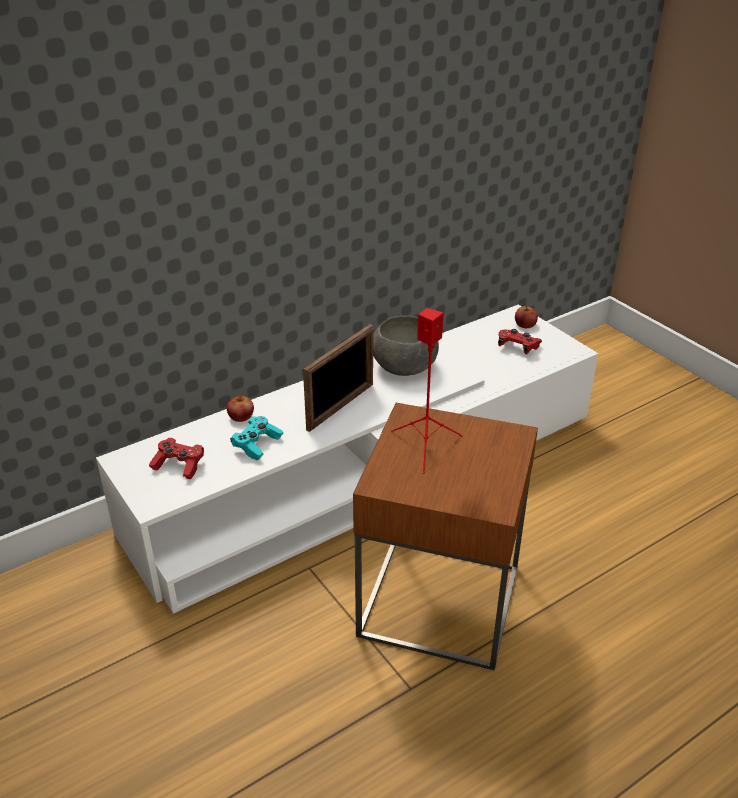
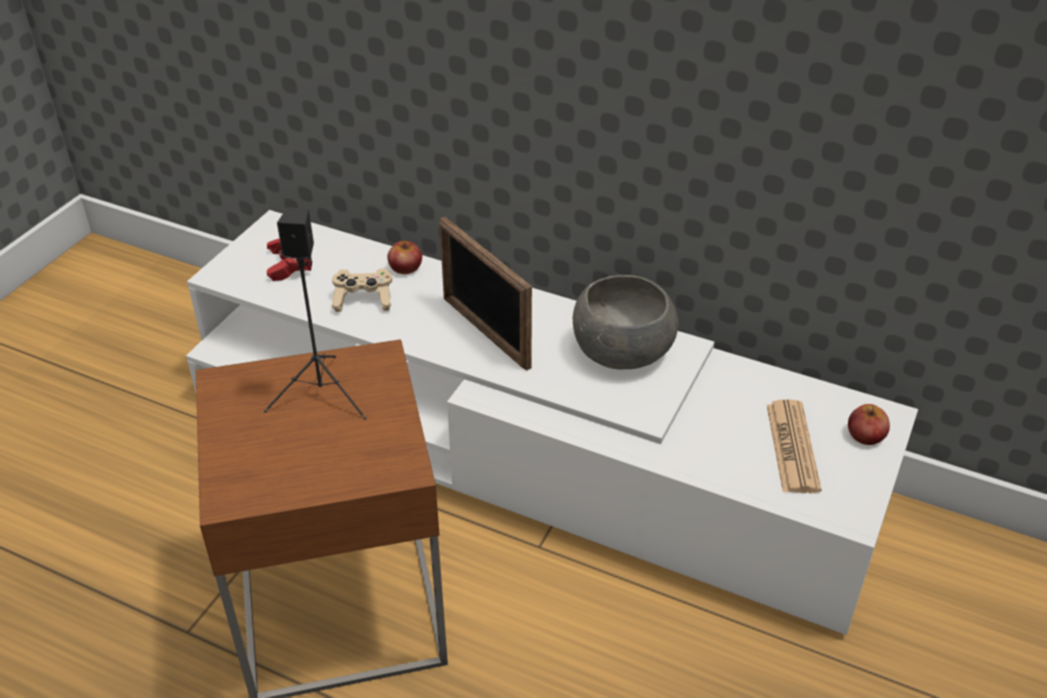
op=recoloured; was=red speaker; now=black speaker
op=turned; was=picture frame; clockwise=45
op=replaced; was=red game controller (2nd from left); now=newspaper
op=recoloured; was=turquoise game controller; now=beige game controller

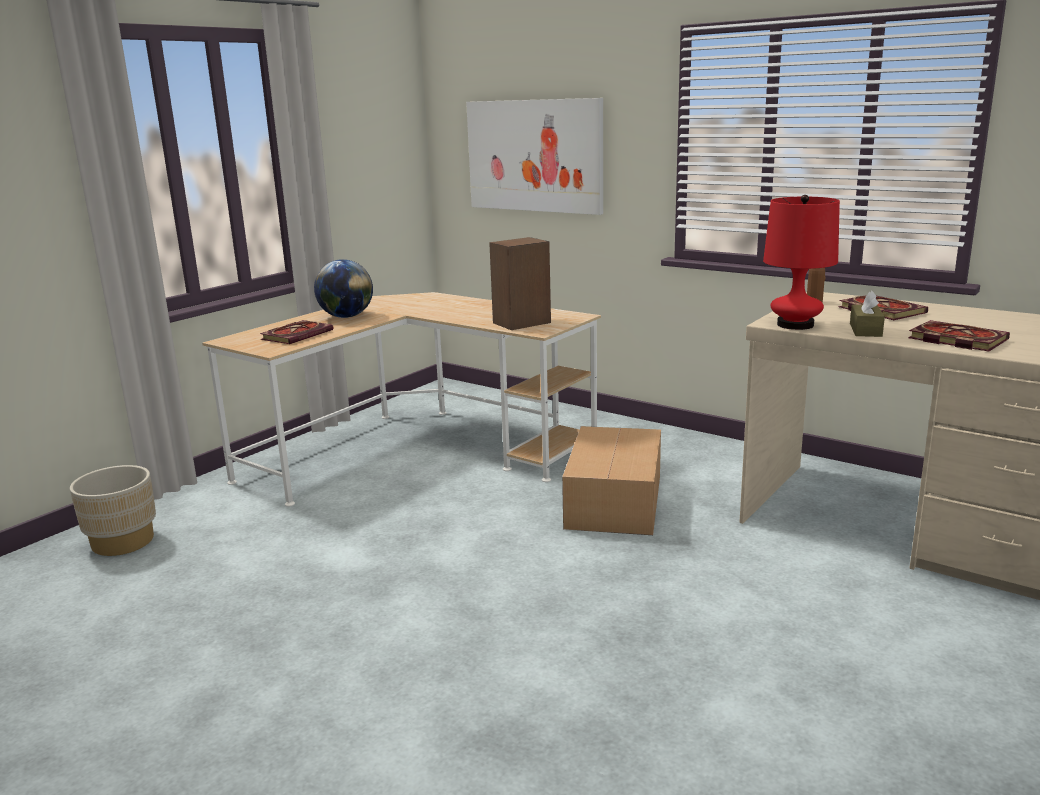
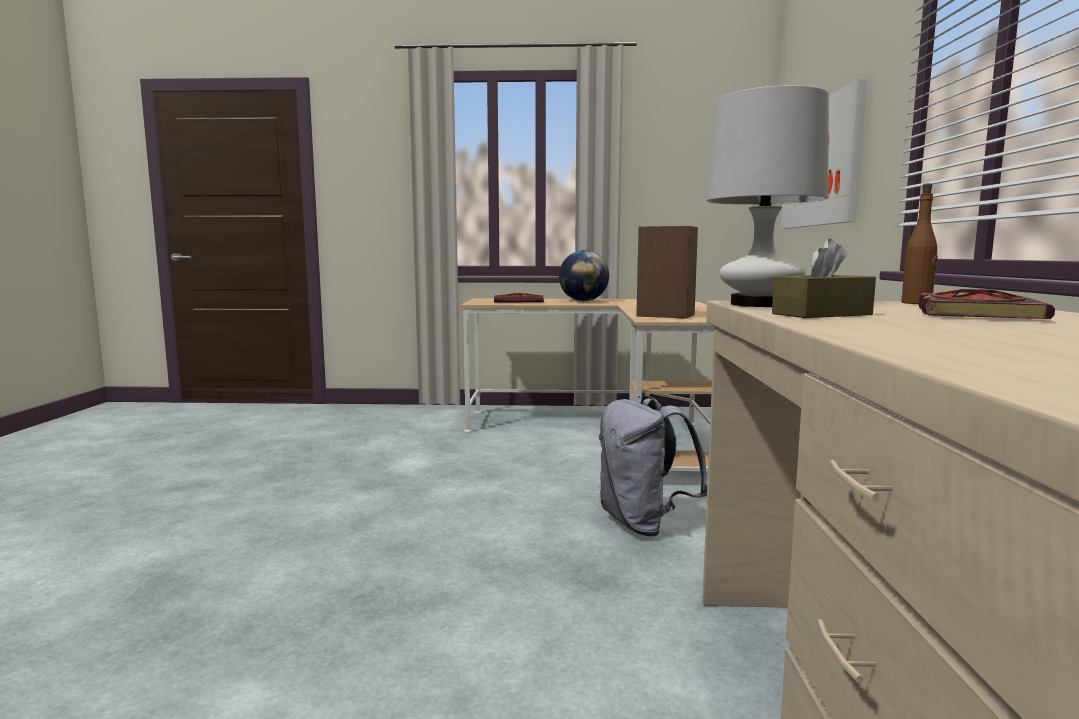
op=recoloured; was=red table lamp; now=white table lamp
op=removed; was=book (3rd from left)
op=replaced; was=cardboard box; now=grey backpack
op=removed; was=beige planter

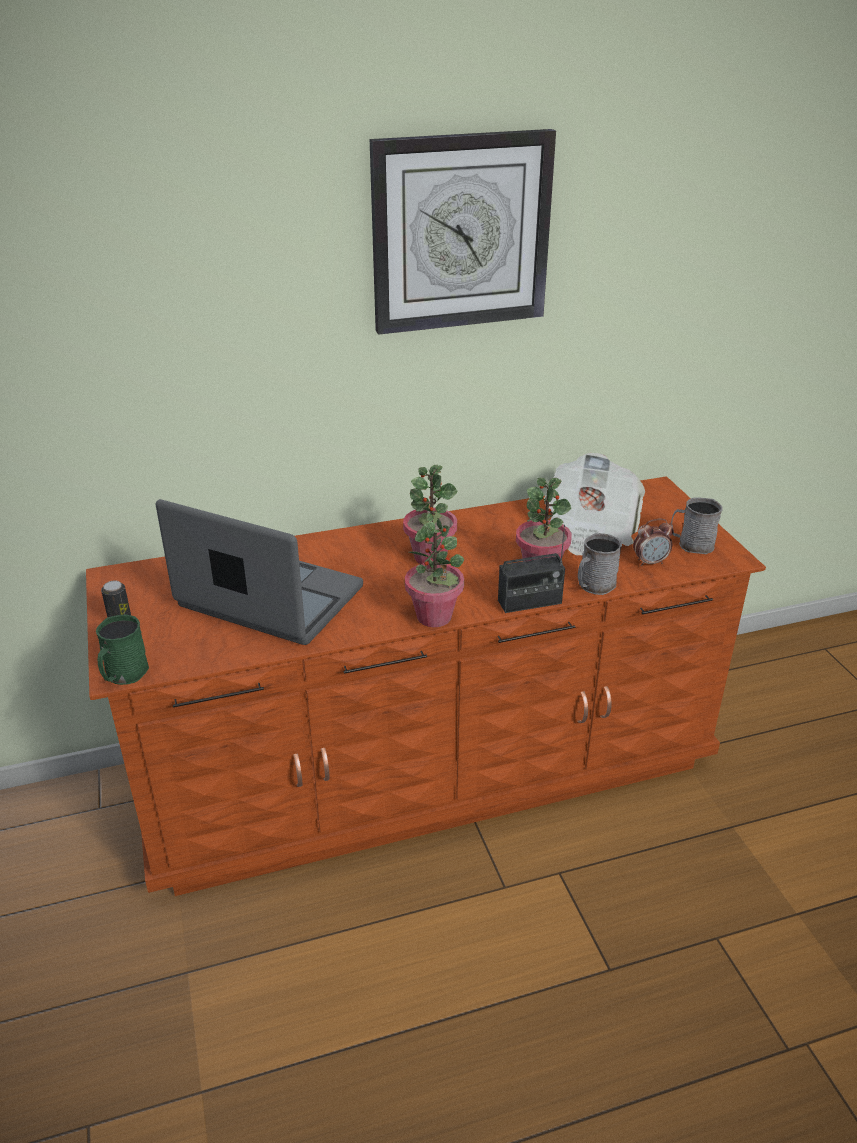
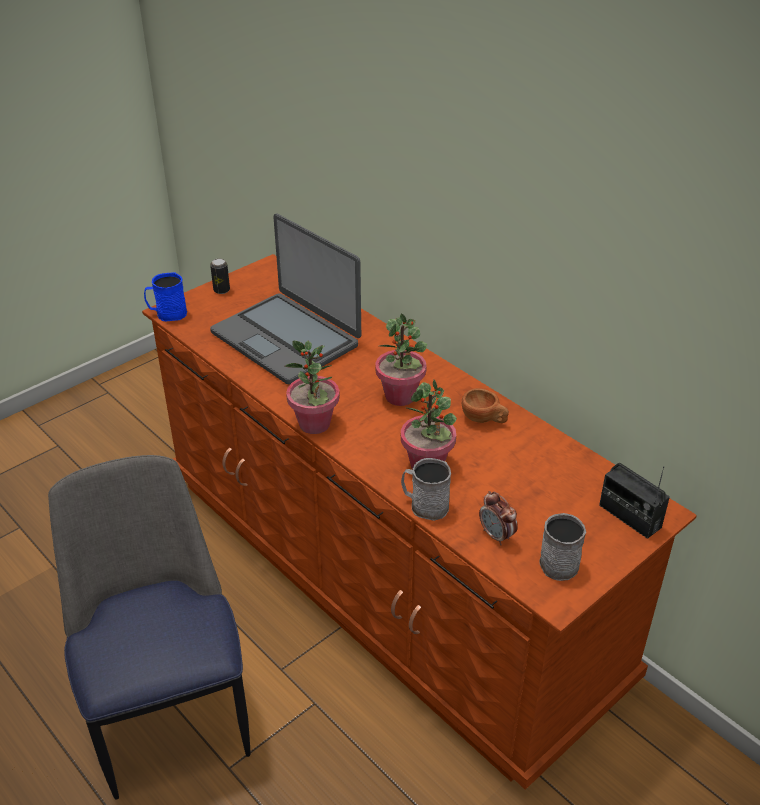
op=removed; was=wall clock
op=removed; was=newspaper
op=turned; was=laptop; clockwise=135
op=moved; was=radio
op=recoloured; was=green mug; now=blue mug
op=added; now=brown cup
op=added; now=chair

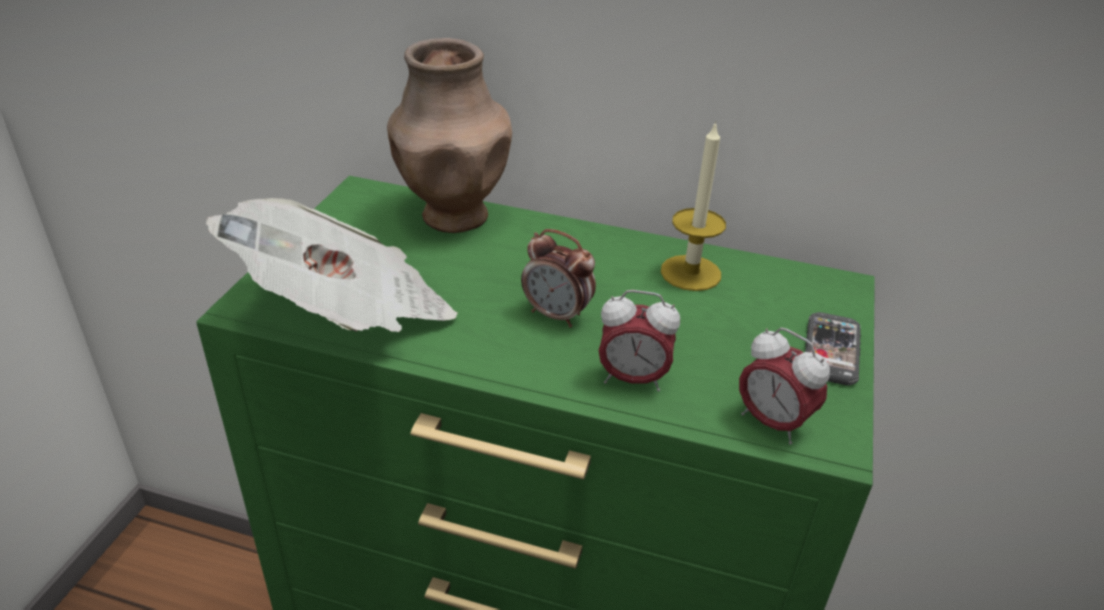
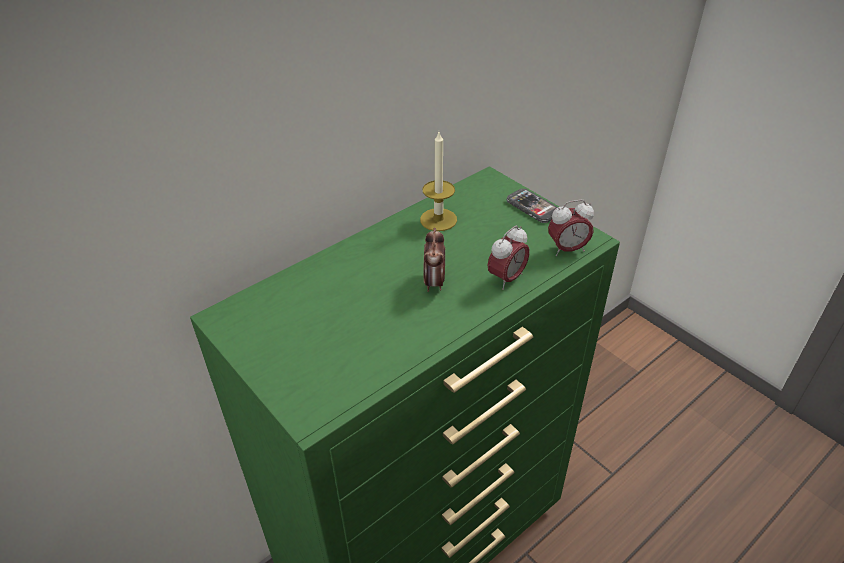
op=removed; was=brown vase
op=removed; was=newspaper
op=turned; was=alarm clock (1st from left); clockwise=120

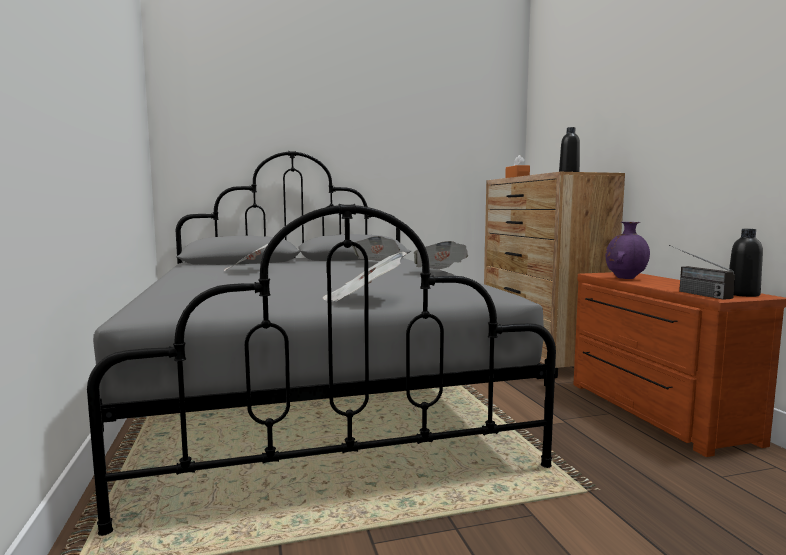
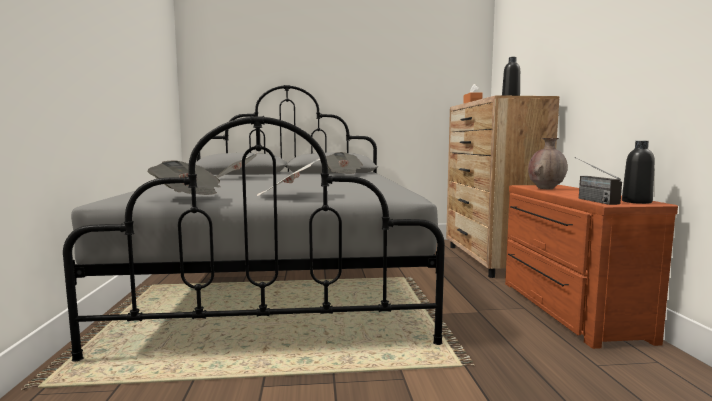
op=recoloured; was=purple vase; now=brown vase
op=moved; was=newspaper (4th from left in the first image); now=newspaper (1st from left)

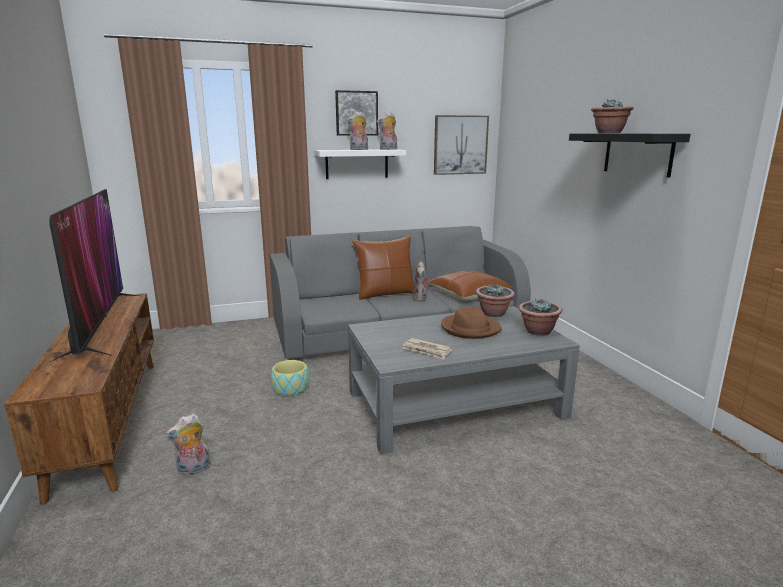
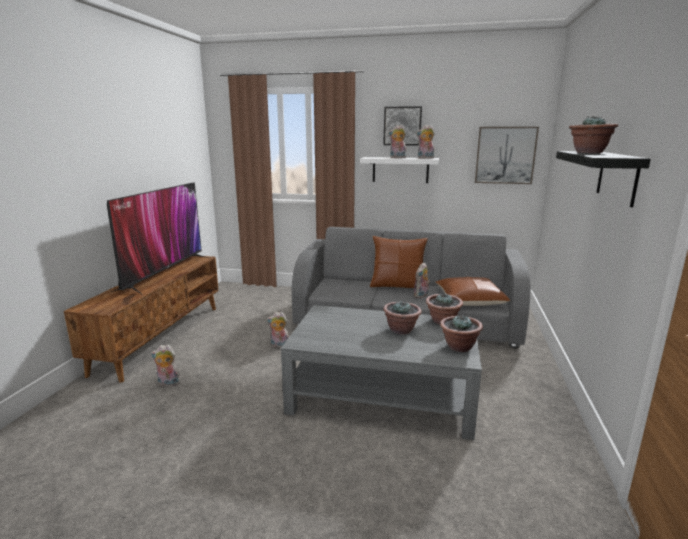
op=replaced; was=brown hat; now=potted plant (1st from left)
op=removed; was=newspaper
op=replaced; was=bowl; now=plush toy (2nd from left)

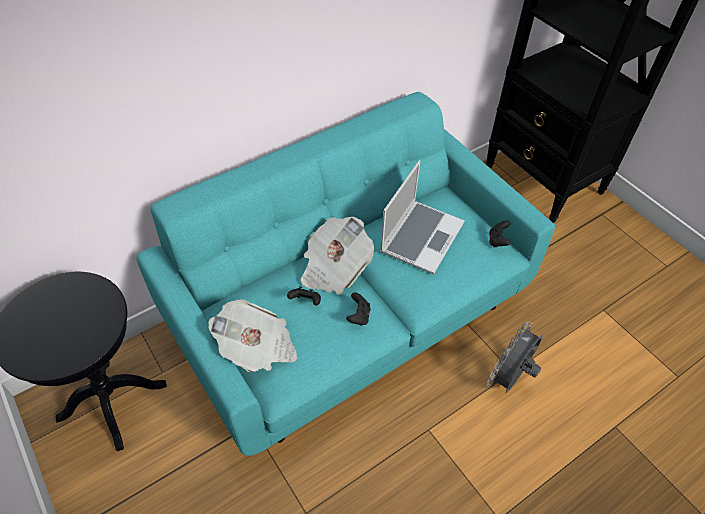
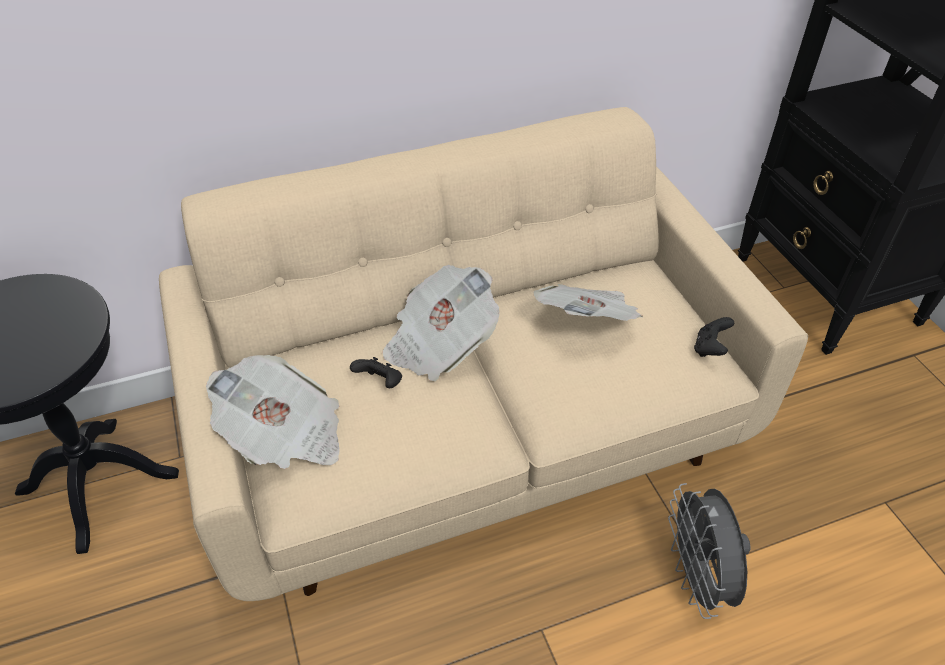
op=recoloured; was=turquoise sofa; now=beige sofa
op=replaced; was=laptop; now=newspaper (3rd from left)
op=removed; was=black game controller (2nd from left)
op=turned; was=grey fan; clockwise=-60

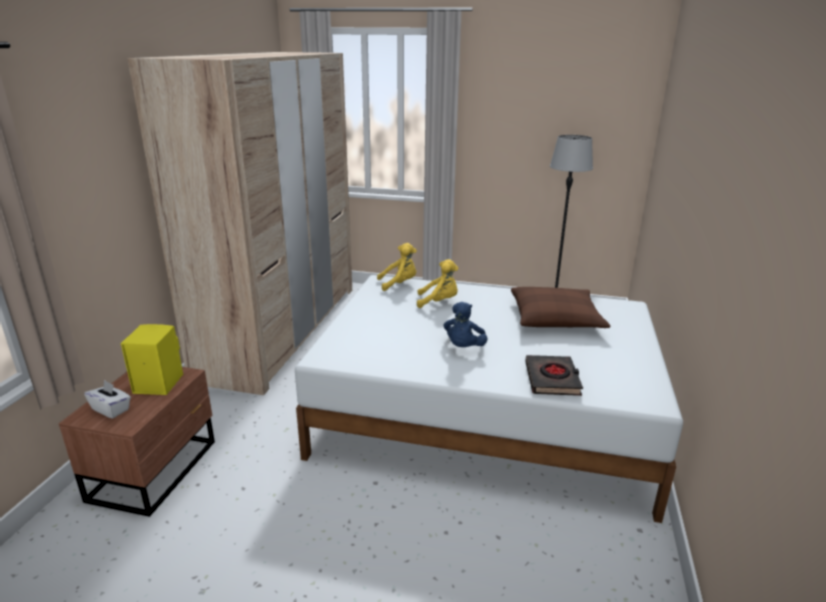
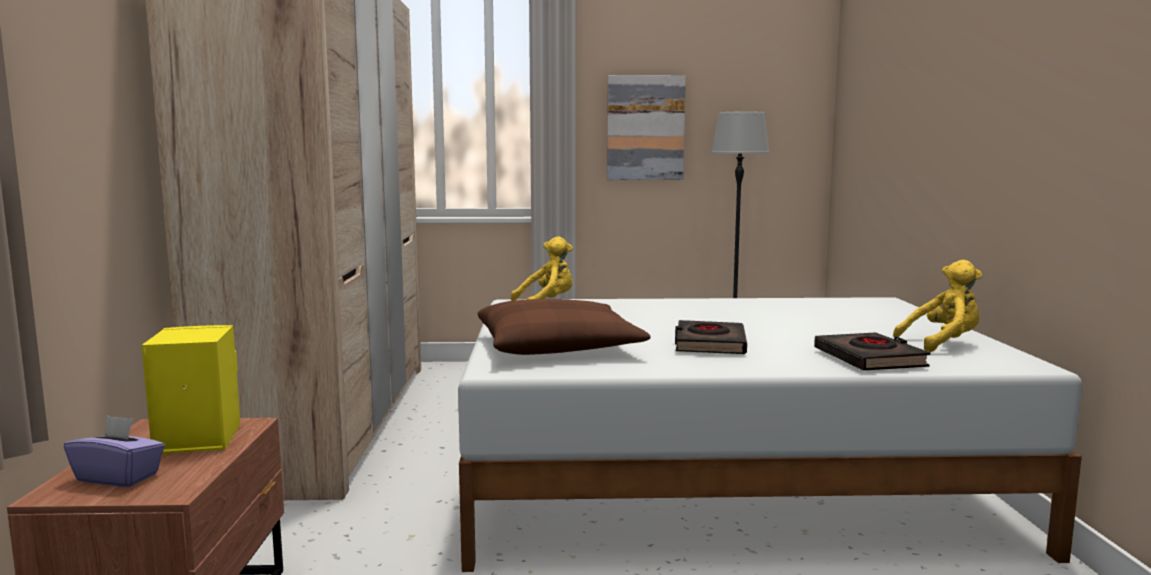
op=moved; was=yellow plush toy (2nd from left)
op=moved; was=brown pillow
op=replaced; was=blue plush toy; now=black book (1st from left)
op=recoloured; was=white tissue box; now=purple tissue box
op=added; now=picture

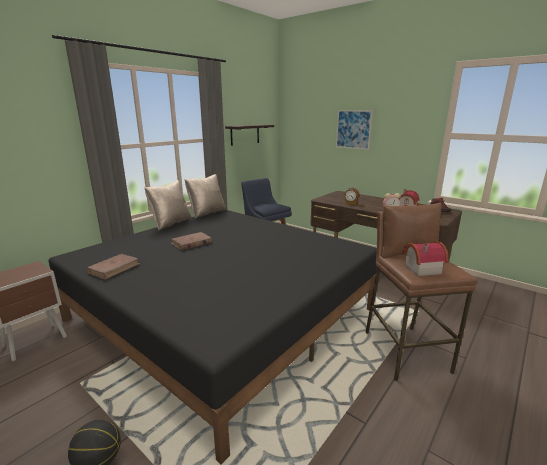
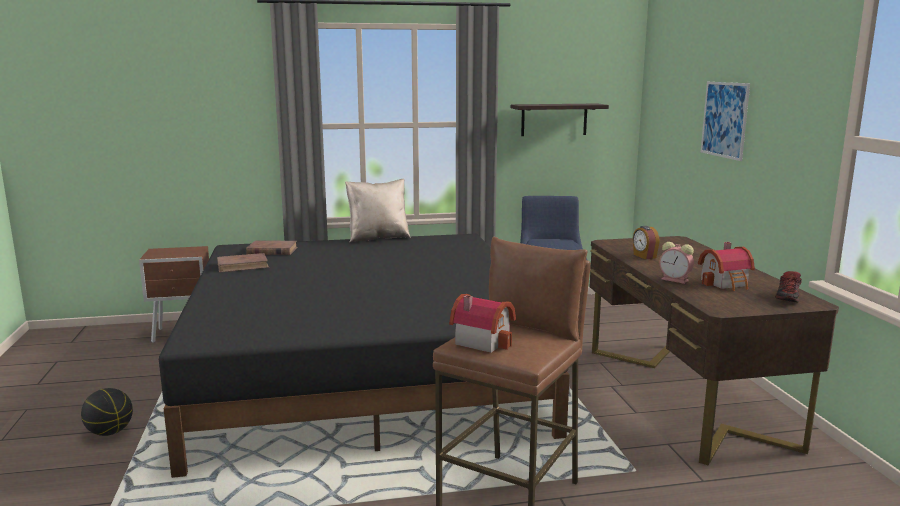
op=removed; was=beige pillow (2nd from left)
op=moved; was=brown book (2nd from left)

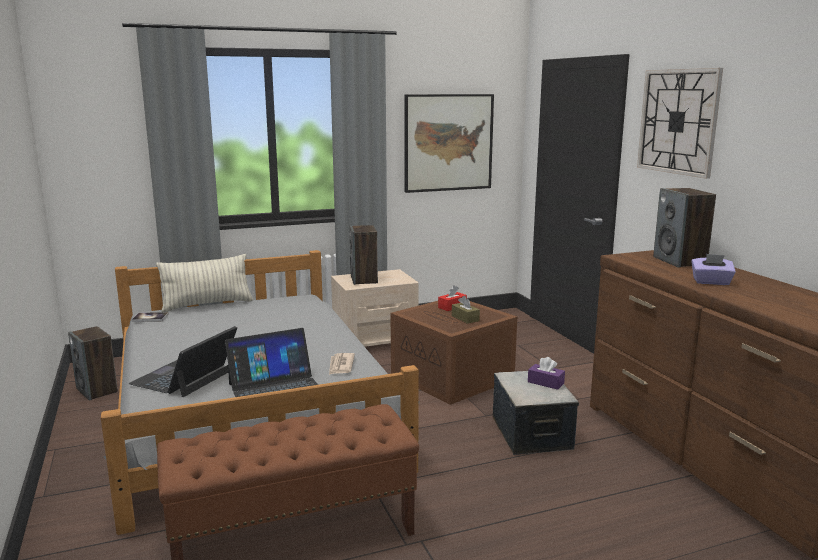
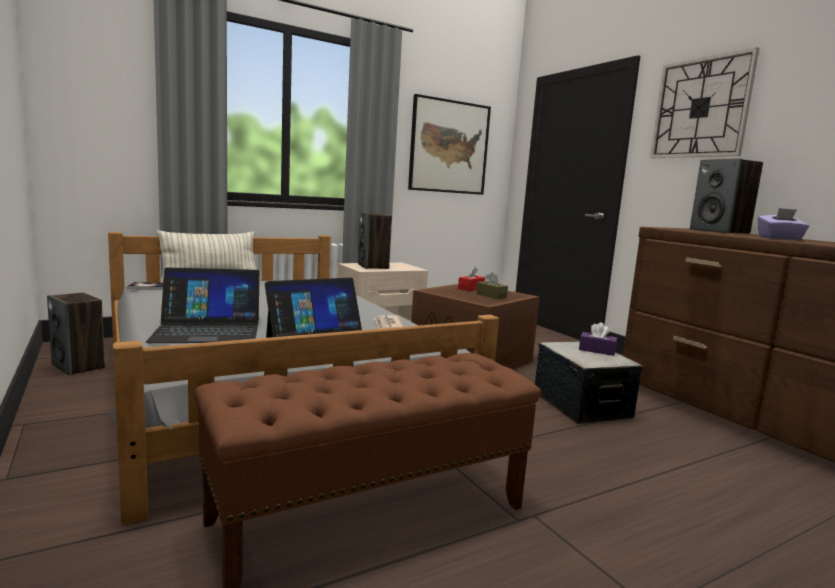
op=turned; was=laptop (1st from left); clockwise=-120

